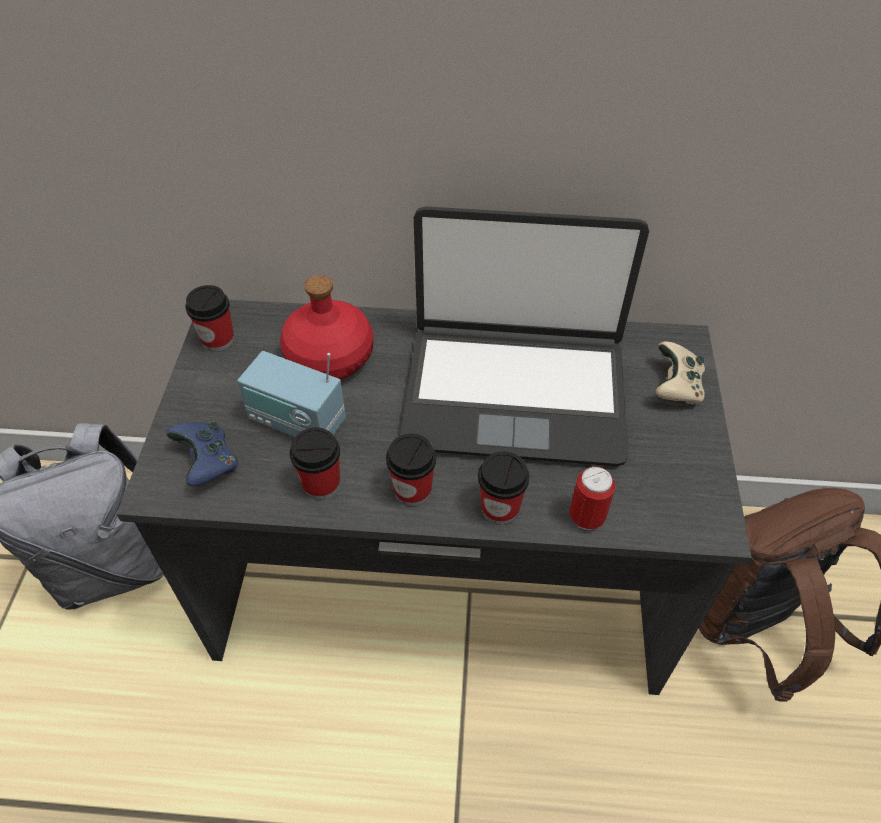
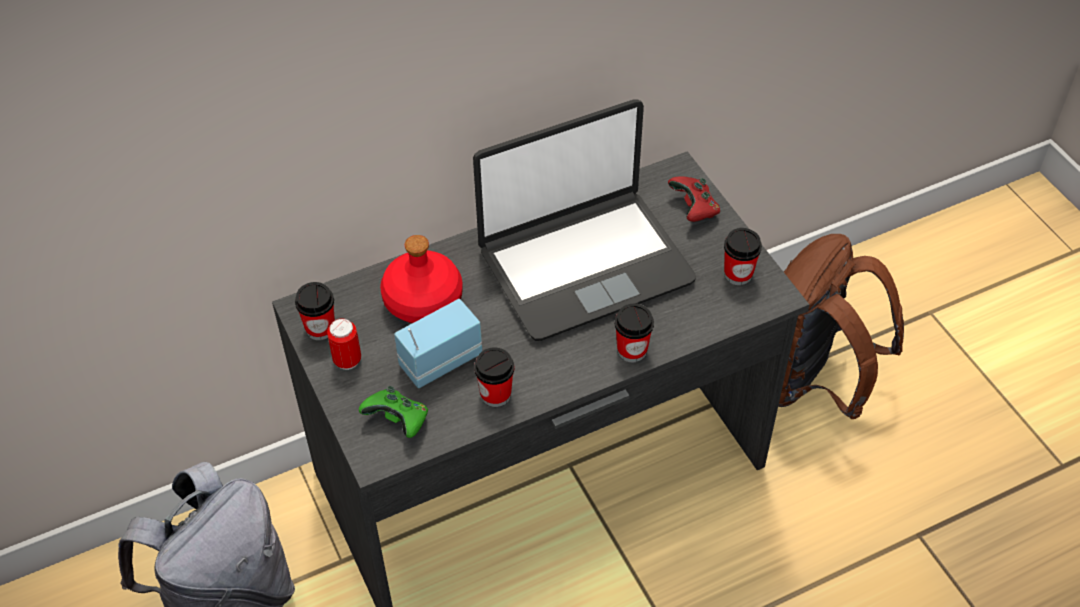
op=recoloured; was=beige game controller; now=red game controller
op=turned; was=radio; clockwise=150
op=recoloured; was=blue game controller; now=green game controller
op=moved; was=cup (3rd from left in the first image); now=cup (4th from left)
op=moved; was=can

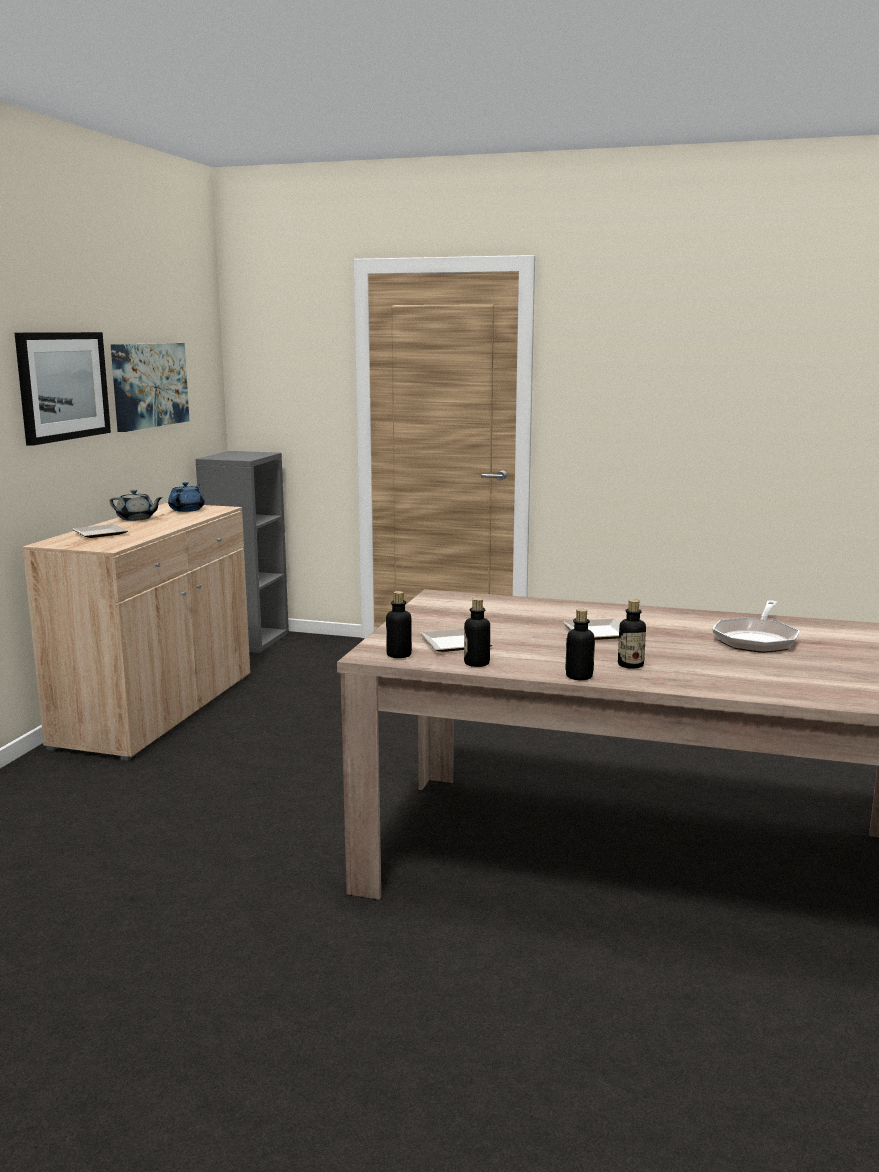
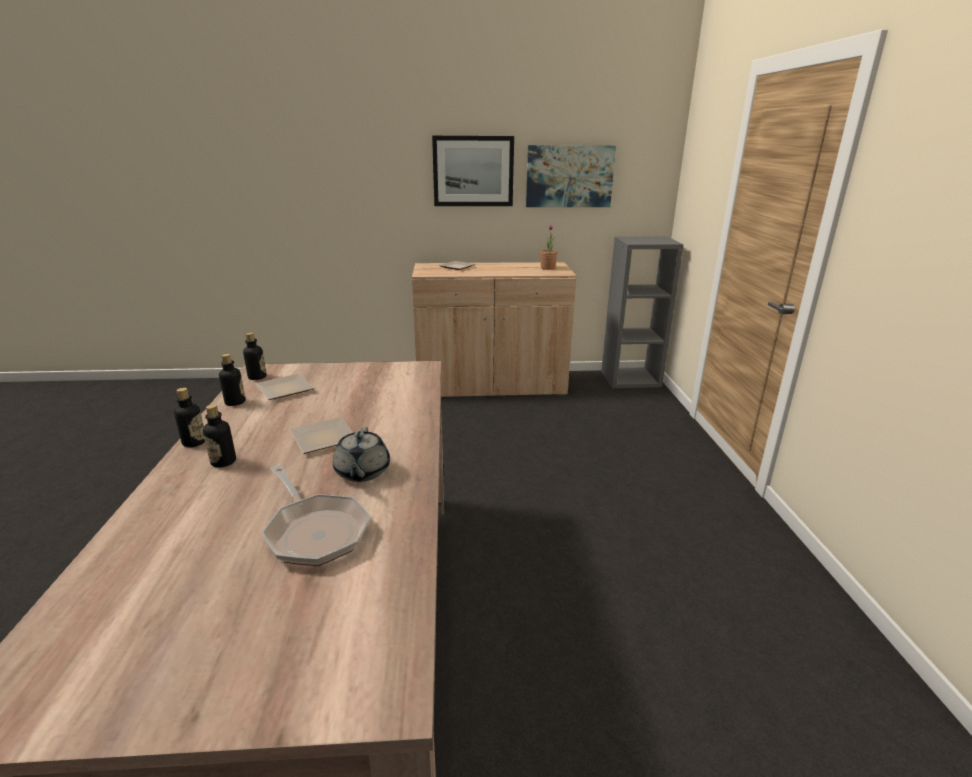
op=replaced; was=blue teapot; now=potted plant
op=moved; was=grey teapot
op=turned; was=frying pan; clockwise=-135

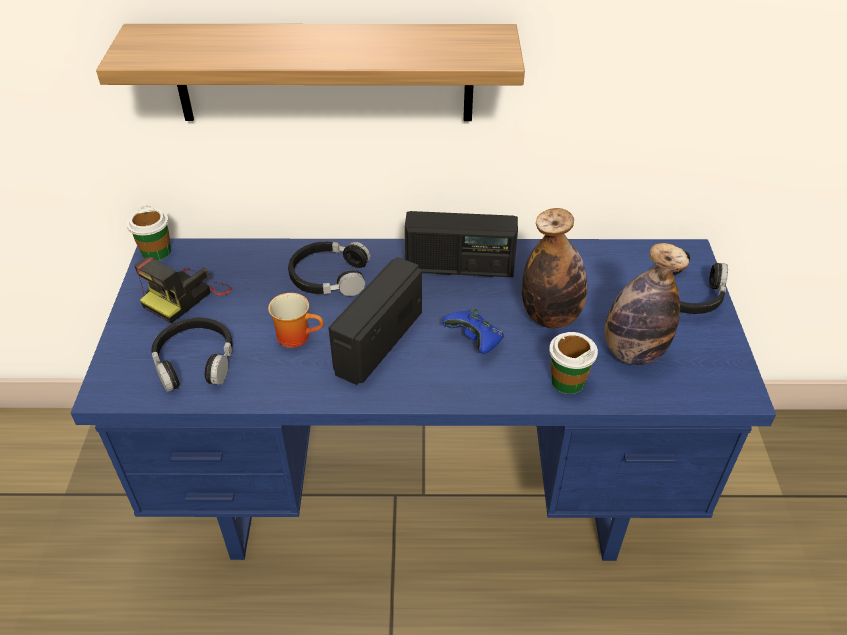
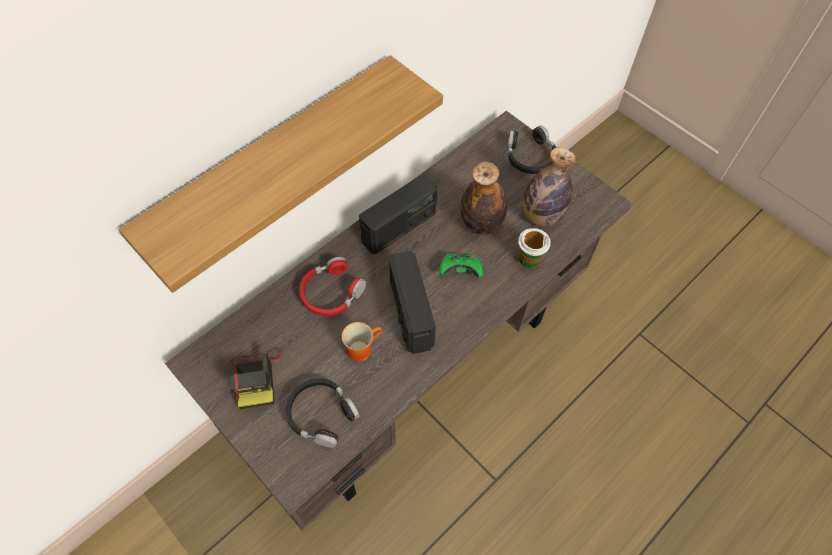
op=removed; was=cup (1st from left)
op=recoloured; was=blue desk; now=brown desk
op=recoloured; was=black headphones (2nd from left); now=red headphones
op=recoloured; was=blue game controller; now=green game controller

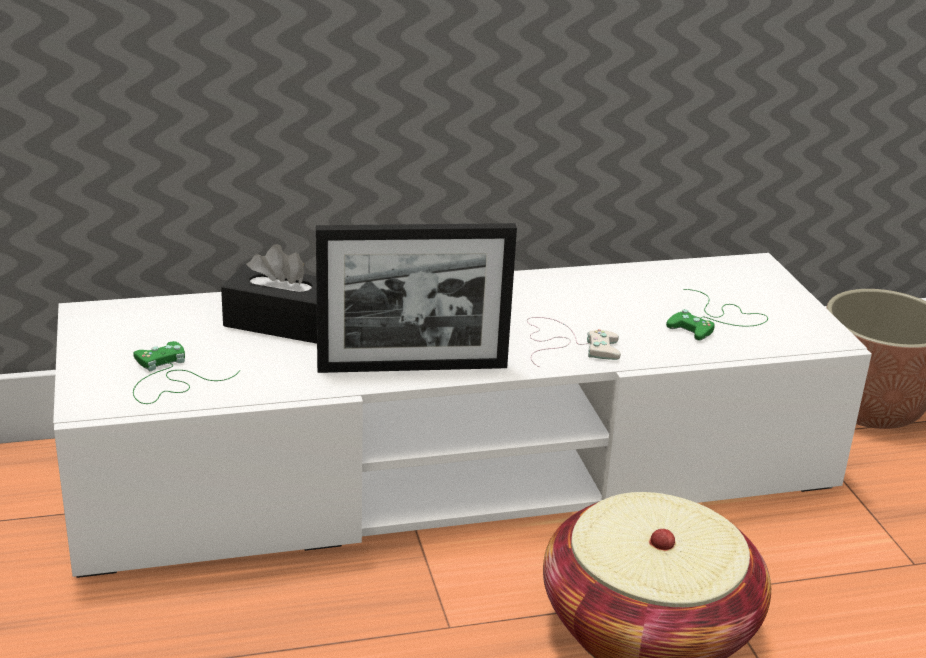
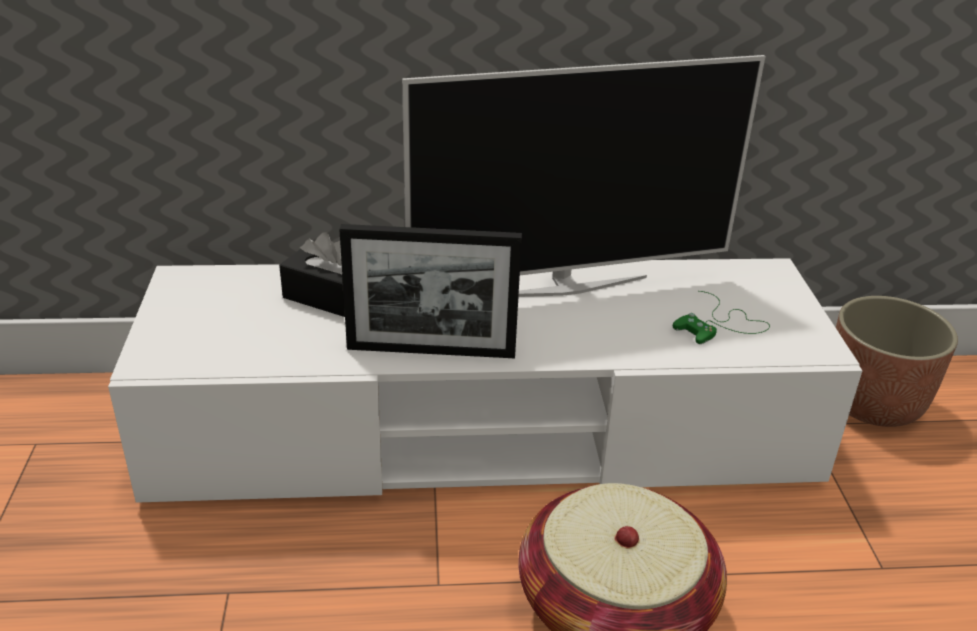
op=removed; was=white game controller
op=removed; was=green game controller (1st from left)
op=added; now=television

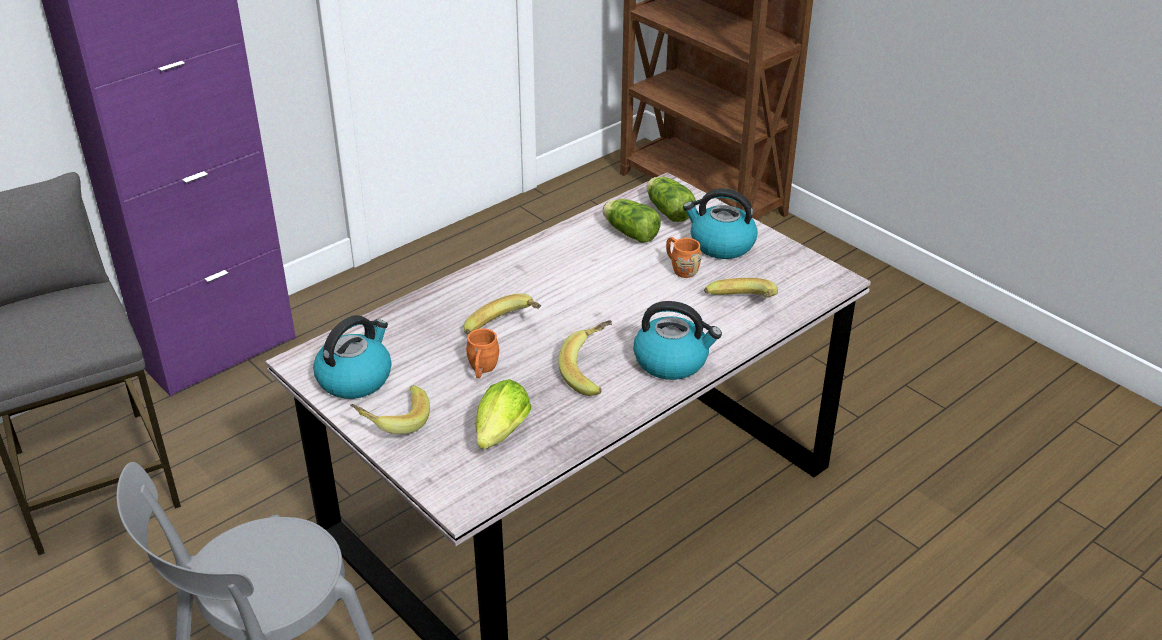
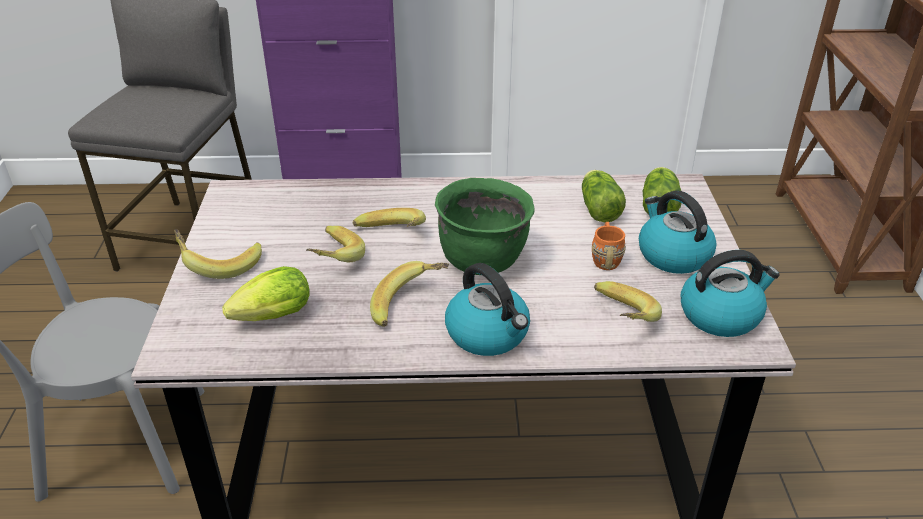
op=moved; was=kettle (1st from left in the first image); now=kettle (3rd from left)
op=replaced; was=orange mug (1st from left); now=banana (2nd from left)
op=added; now=green cooking pot

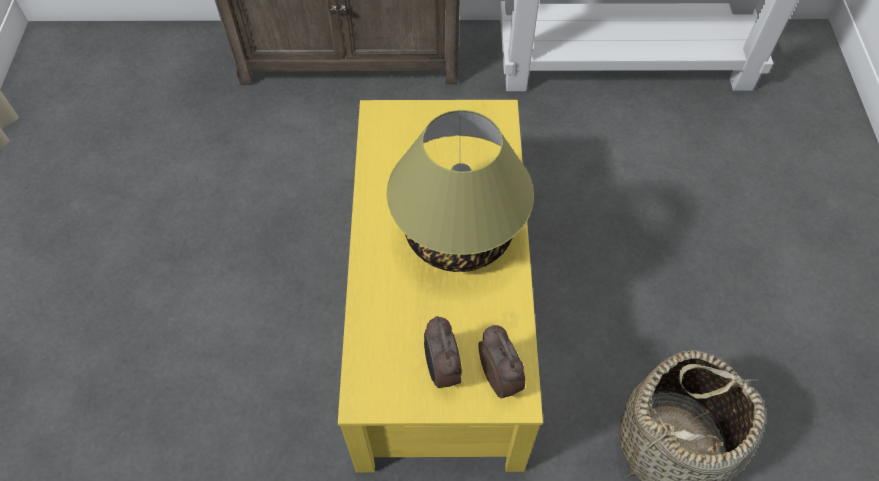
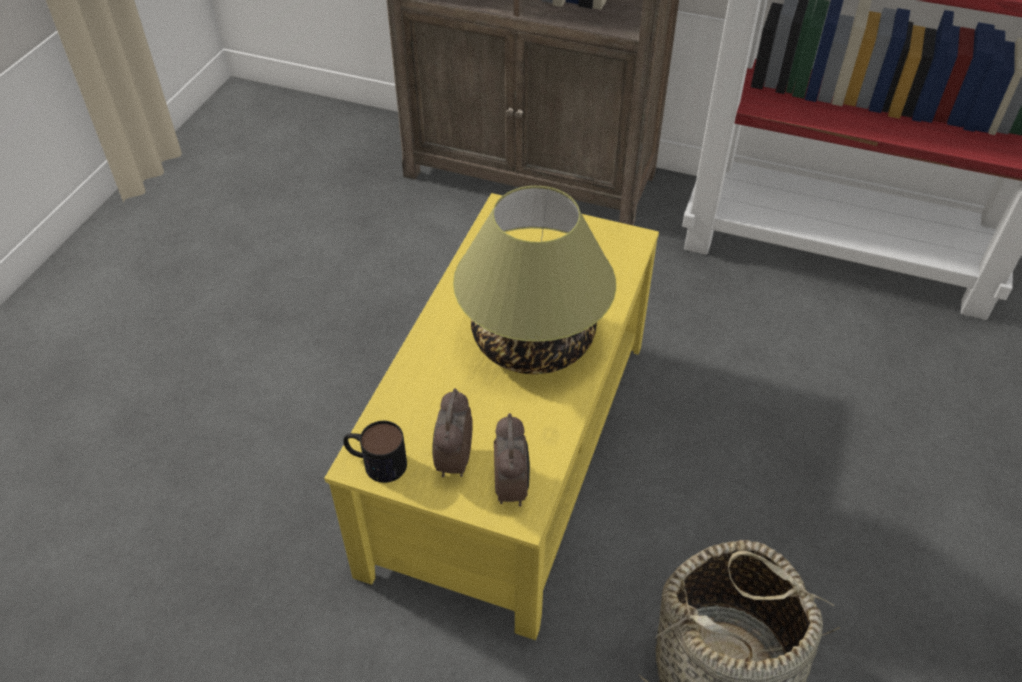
op=added; now=mug

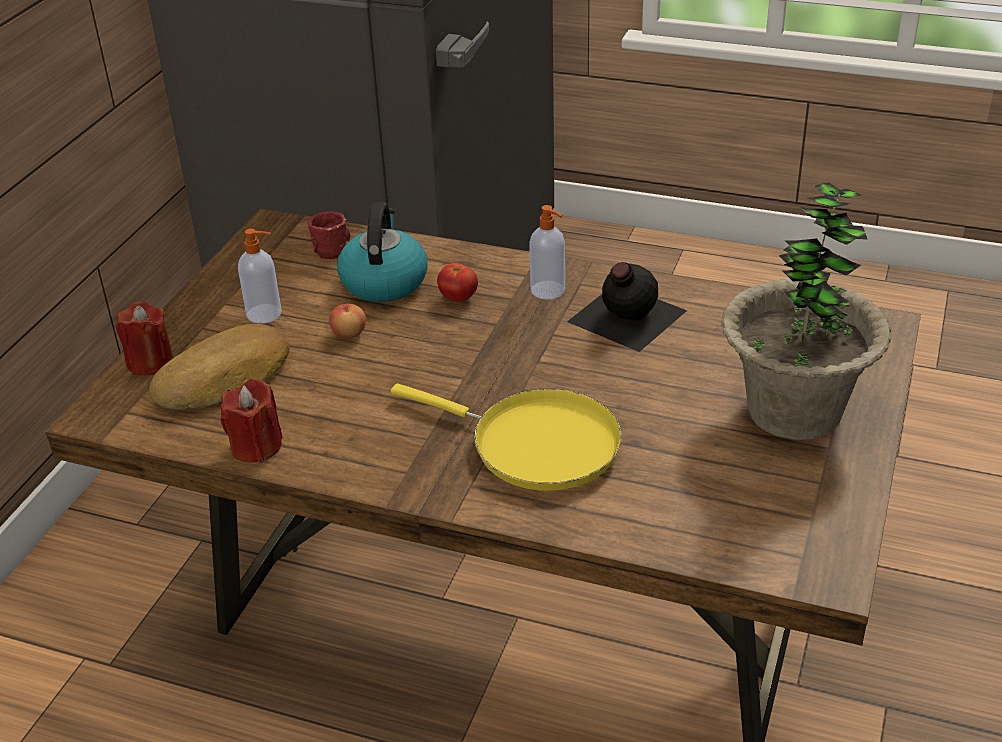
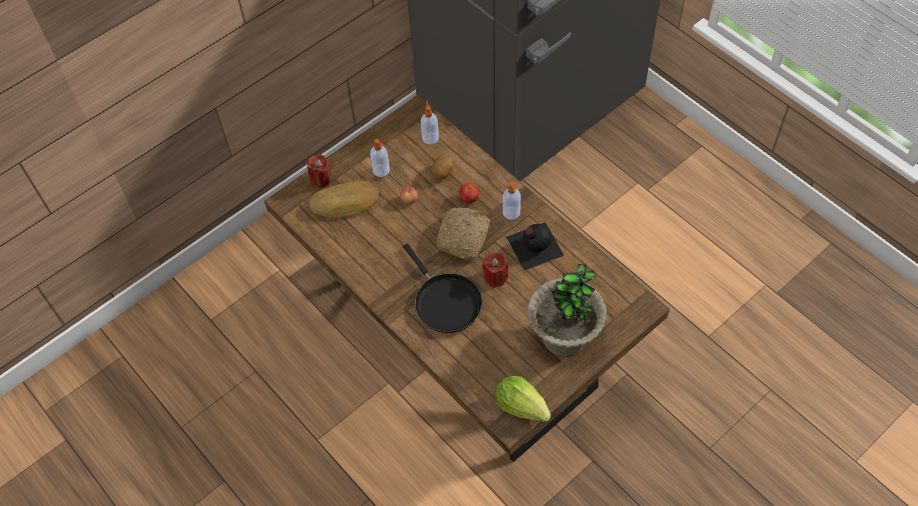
op=replaced; was=kettle; now=potato
op=replaced; was=red mug; now=soap dispenser (2nd from left)
op=moved; was=red candle (2nd from left)
op=recoloured; was=yellow frying pan; now=black frying pan
op=added; now=bread (2nd from left)
op=added; now=lettuce

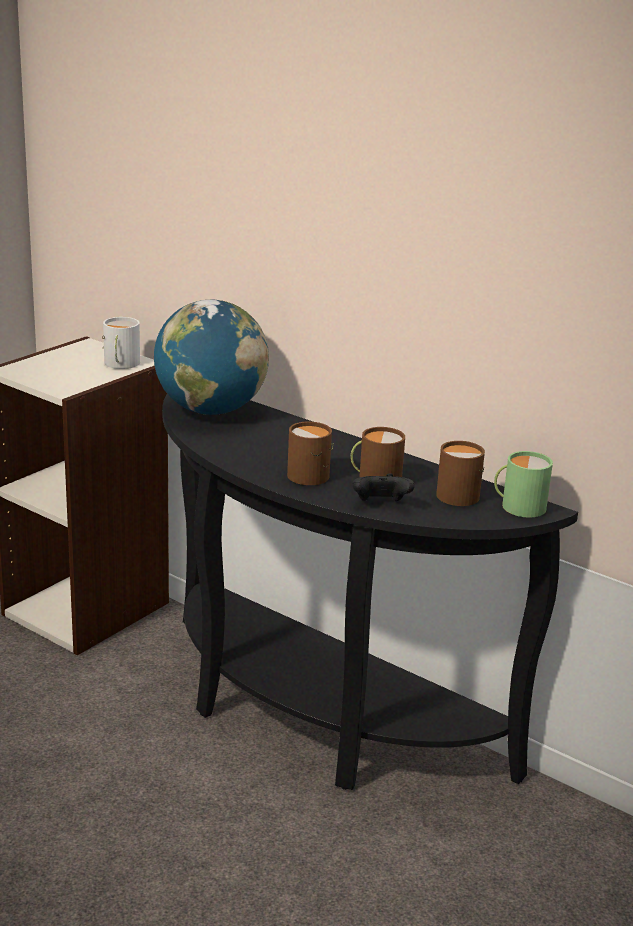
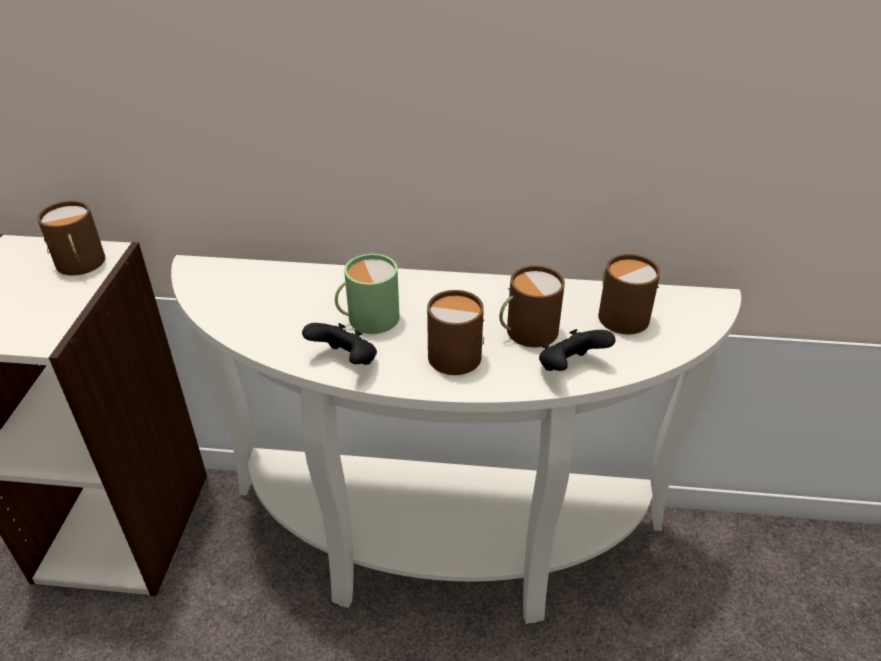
op=removed; was=globe
op=recoloured; was=white mug; now=brown mug (1st from left)
op=recoloured; was=black console table; now=white console table
op=moved; was=green mug
op=added; now=black game controller (1st from left)

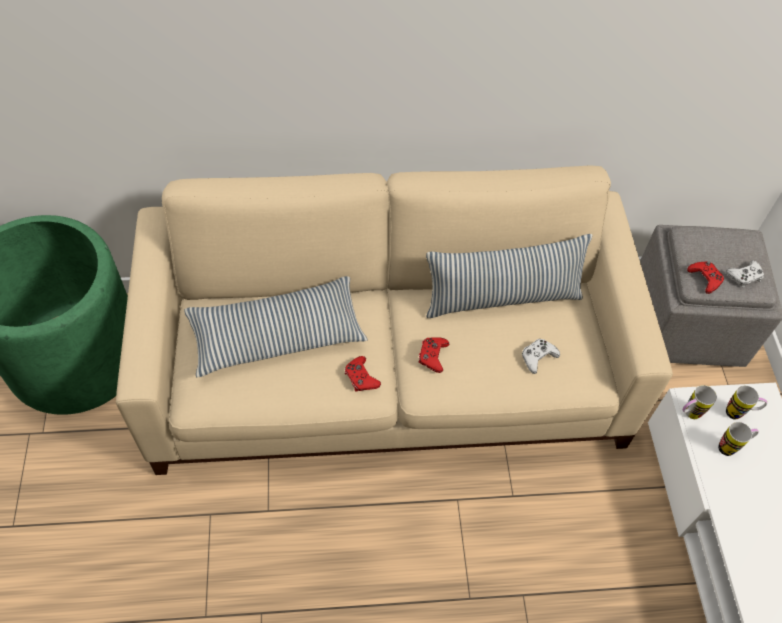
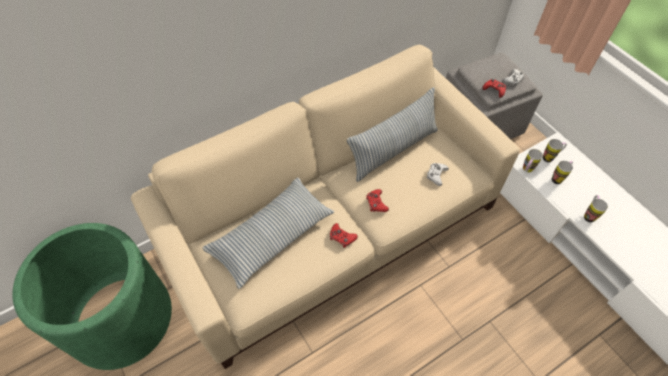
op=added; now=mug (4th from left)

